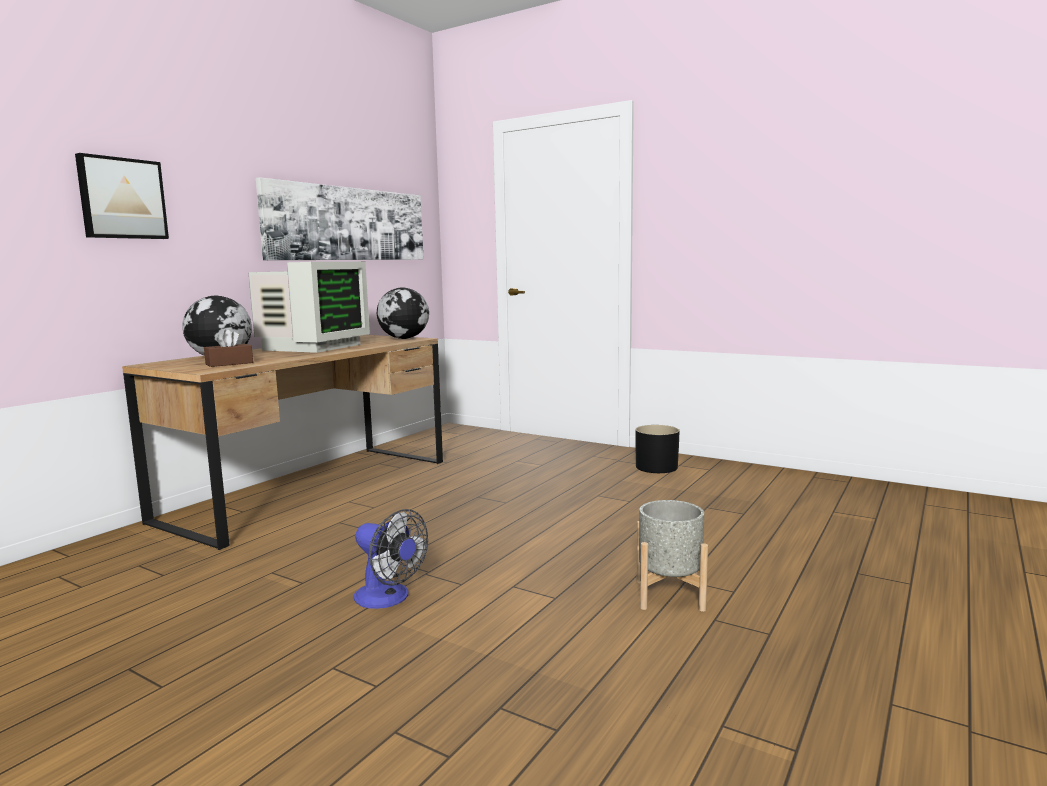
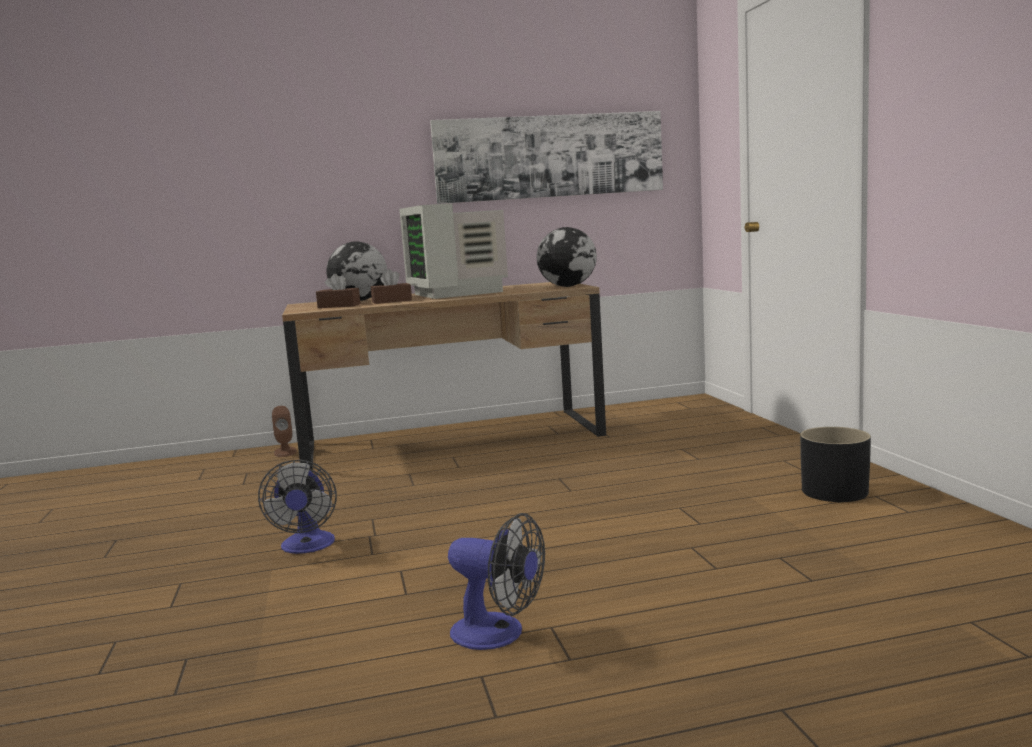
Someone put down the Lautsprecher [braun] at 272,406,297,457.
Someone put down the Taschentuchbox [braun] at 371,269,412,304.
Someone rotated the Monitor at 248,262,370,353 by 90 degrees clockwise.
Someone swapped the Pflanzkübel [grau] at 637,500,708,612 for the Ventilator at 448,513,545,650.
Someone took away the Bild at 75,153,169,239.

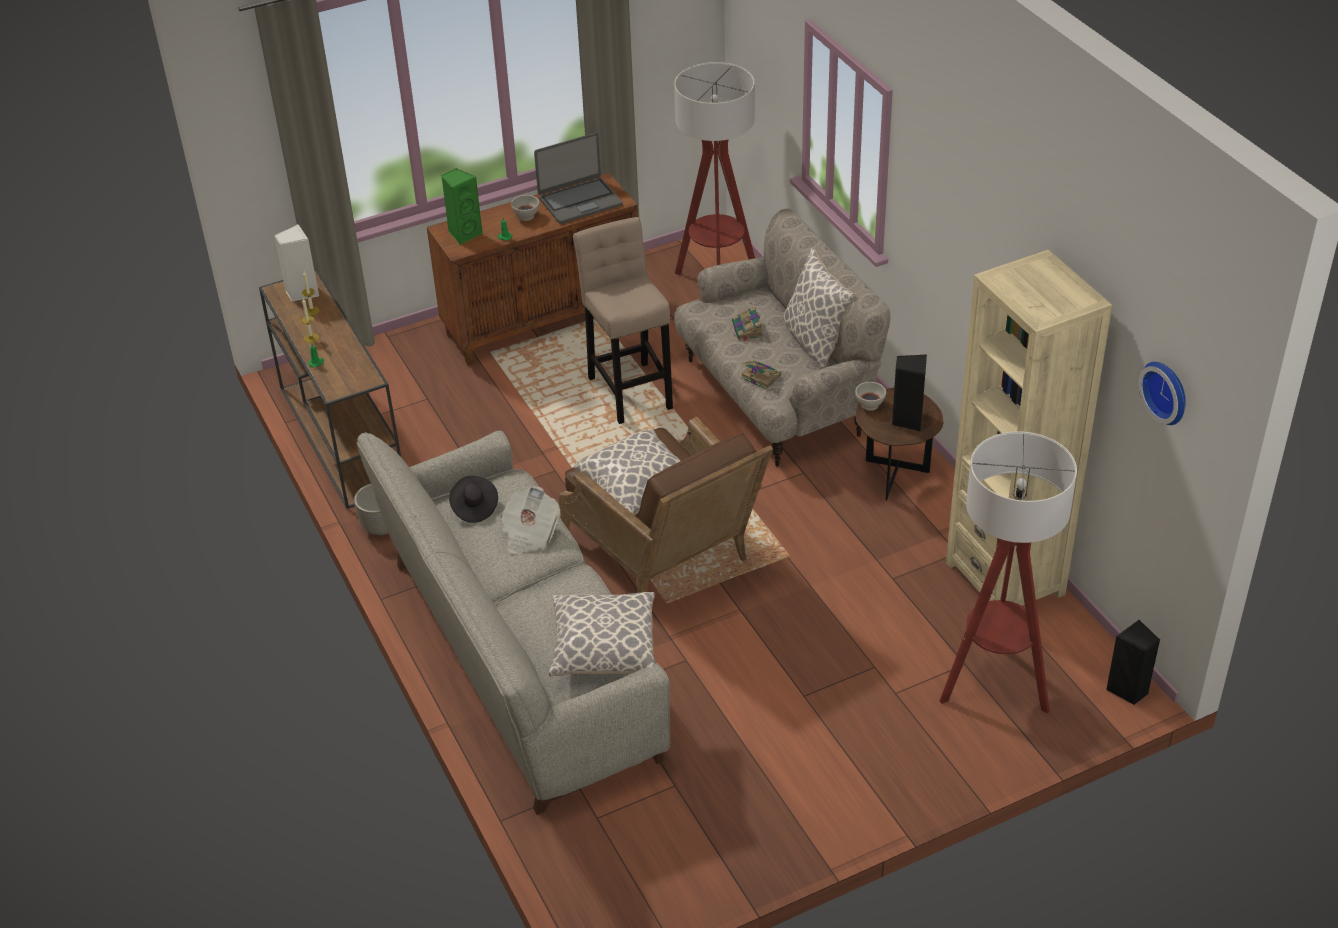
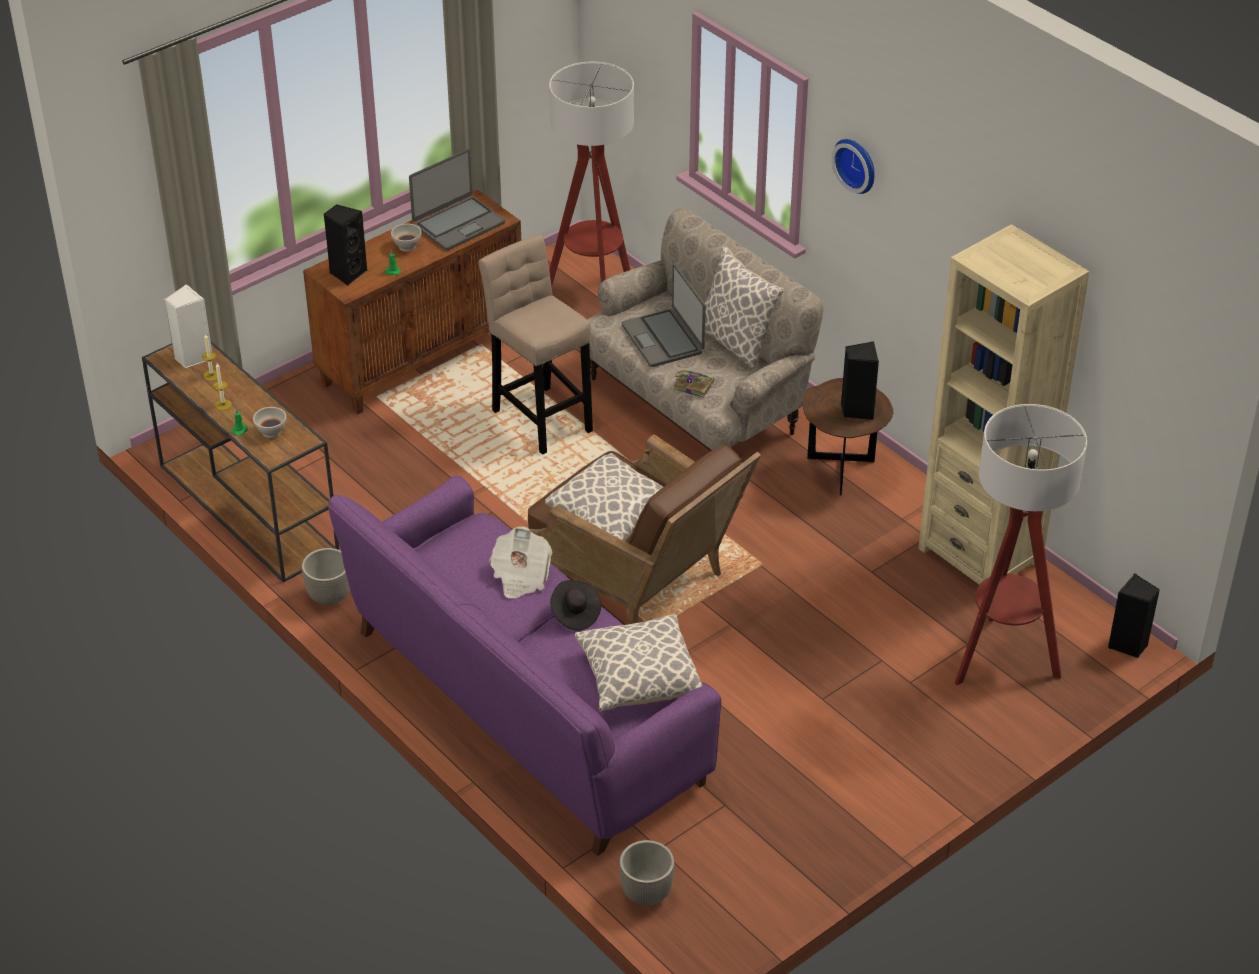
Someone carried the Schüssel [weiß] from 855,382,886,411 to 253,407,287,438.
Someone repainted the Lautsprecher [grün] at 441,168,482,245, which became the Lautsprecher [schwarz] at 324,204,367,285.
Someone repainted the Sofa [grau] at 356,431,670,815, which became the Sofa [lila] at 328,475,721,856.
Someone carried the Hut [schwarz] from 449,476,498,523 to 550,580,601,631.
Someone put down the Pflanzkübel at 619,840,675,905.
Someone swapped the Buch at 732,306,763,342 for the Laptop at 622,263,706,367.
Someone carried the Wanduhr from 1138,362,1186,425 to 831,139,874,194.

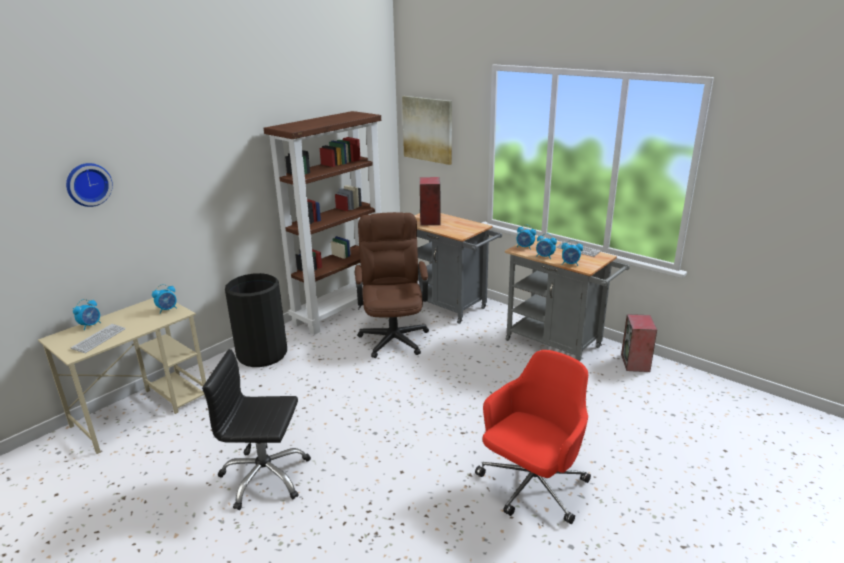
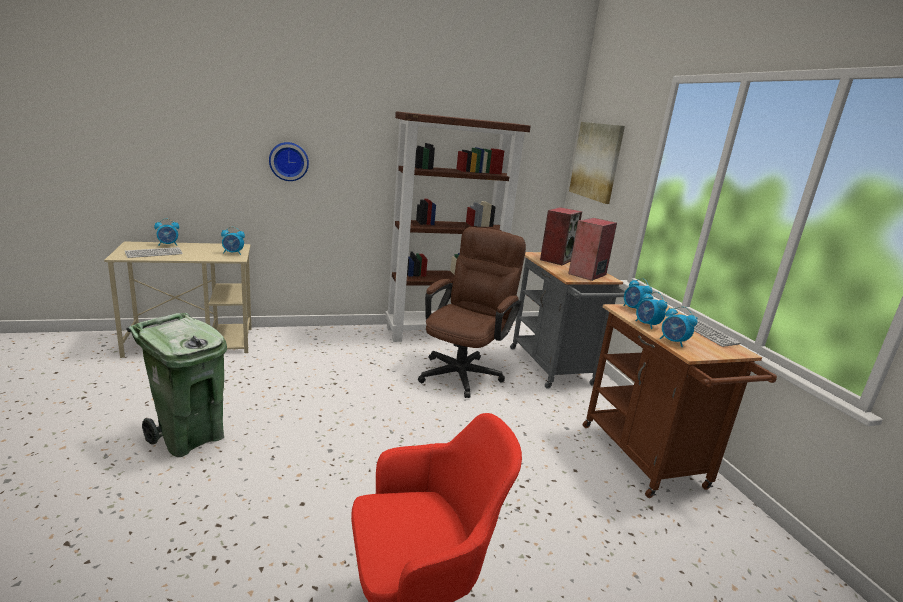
Someone swapped the Bürostuhl [schwarz] at 202,349,311,510 for the Mülleimer [grün] at 126,313,227,457.
Someone carried the Wanduhr from 66,163,113,207 to 269,142,309,181.
Someone carried the Lautsprecher from 621,314,657,372 to 568,218,617,281.
Someone repainted the Rollwagen [grau] at 505,236,630,361, which became the Rollwagen [braun] at 583,304,777,498.
Someone took away the Mülleimer [schwarz] at 225,273,287,367.

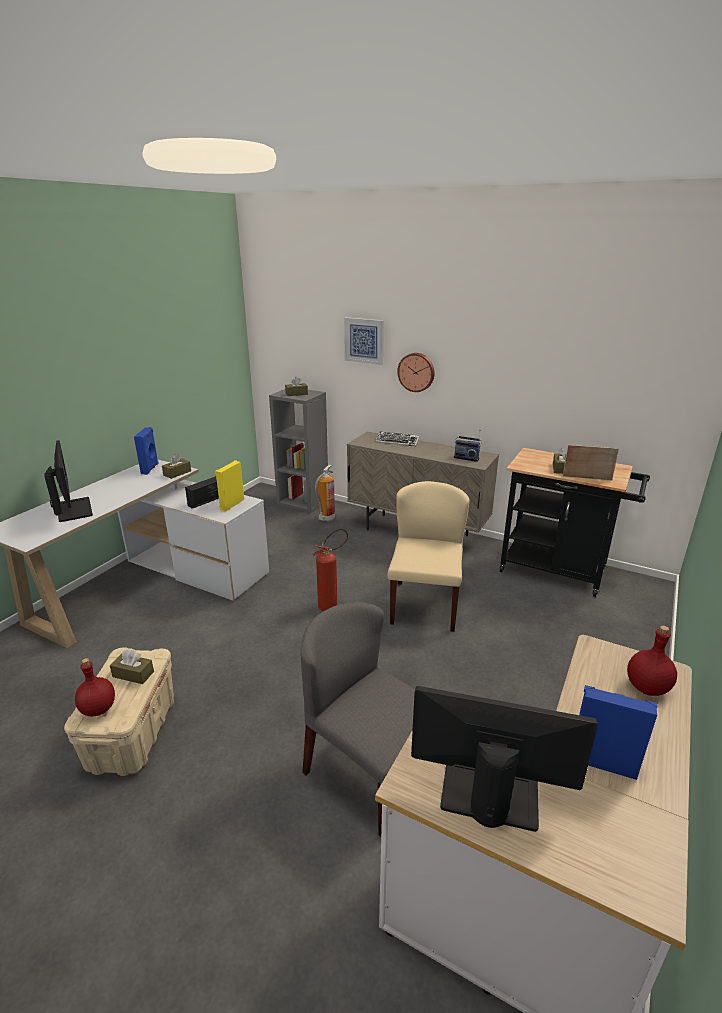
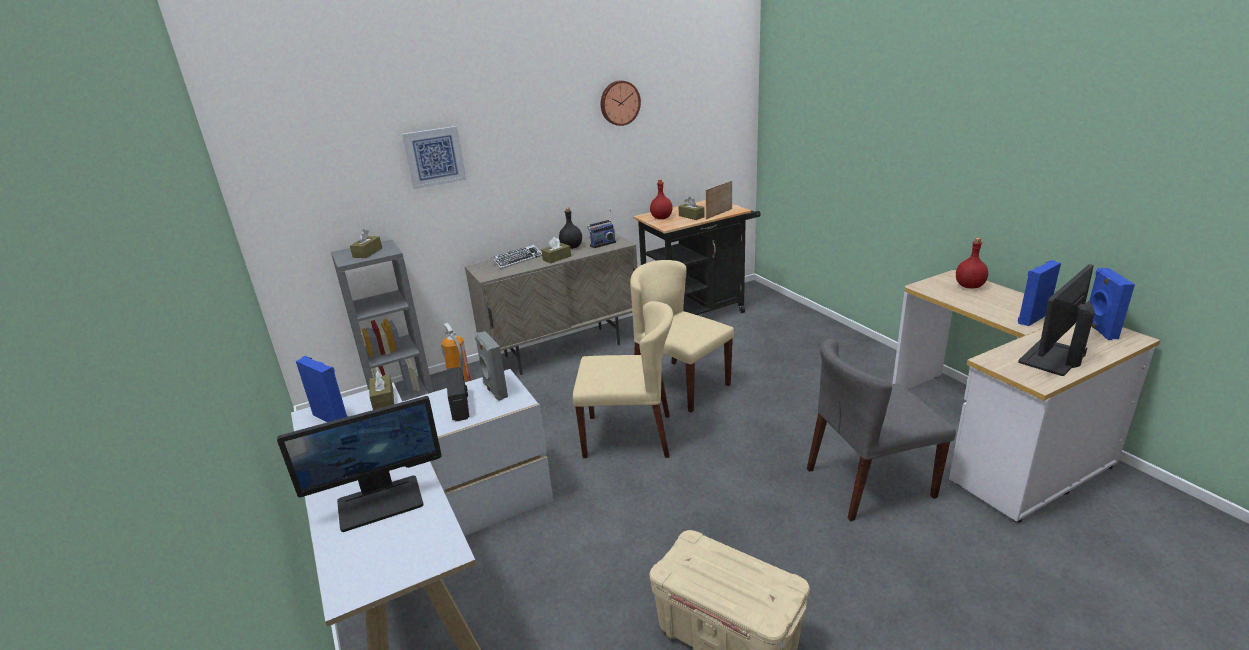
Someone rotated the Monitor at 44,440,93,522 by 150 degrees clockwise.
Someone repainted the Lautsprecher [gelb] at 215,460,244,511, which became the Lautsprecher [grau] at 475,331,508,401.
Someone carried the Taschentuchbox [braun] from 110,650,154,684 to 542,237,571,264.
Someone put down the Flasche [schwarz] at 559,208,582,249.
Someone swapped the Feuerlöscher at 313,528,348,611 for the Stuhl [beige] at 573,301,673,458.
Someone carried the Wanduhr from 397,353,435,392 to 601,80,641,126.
Someone carried the Flasche [rot] from 75,658,115,716 to 650,179,673,219.
Someone put down the Lautsprecher [blau] at 1089,268,1135,340.

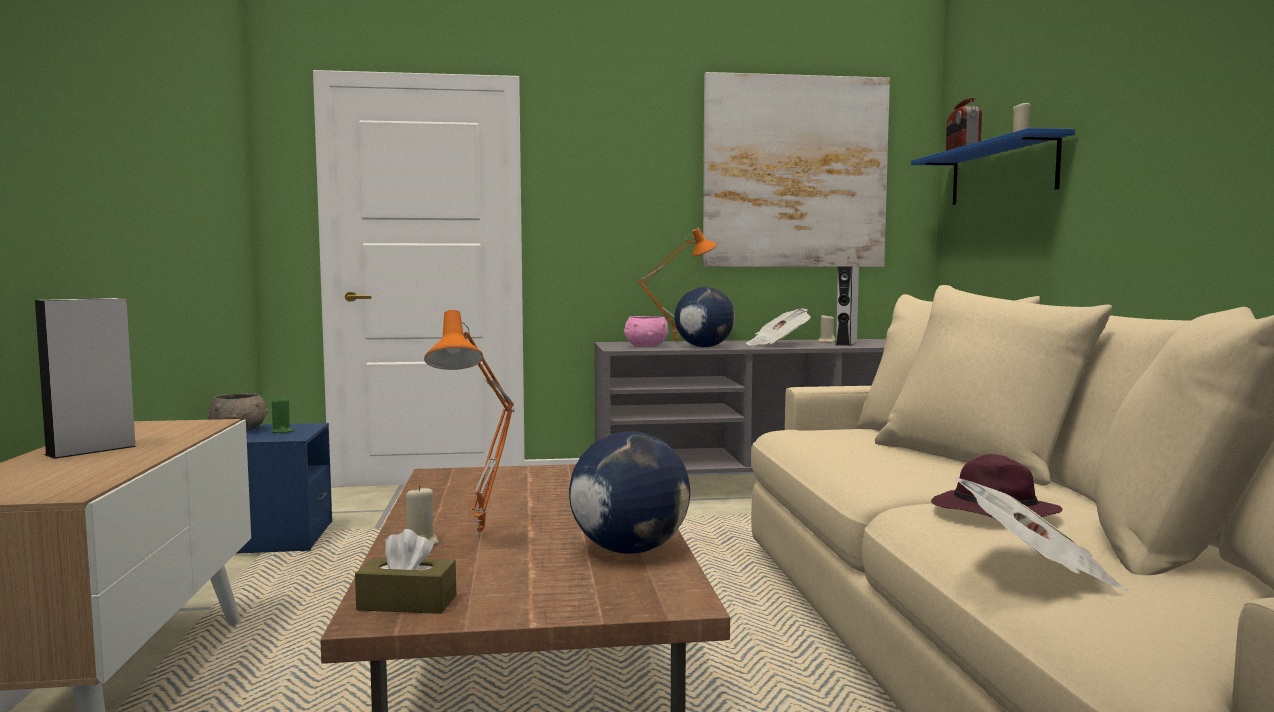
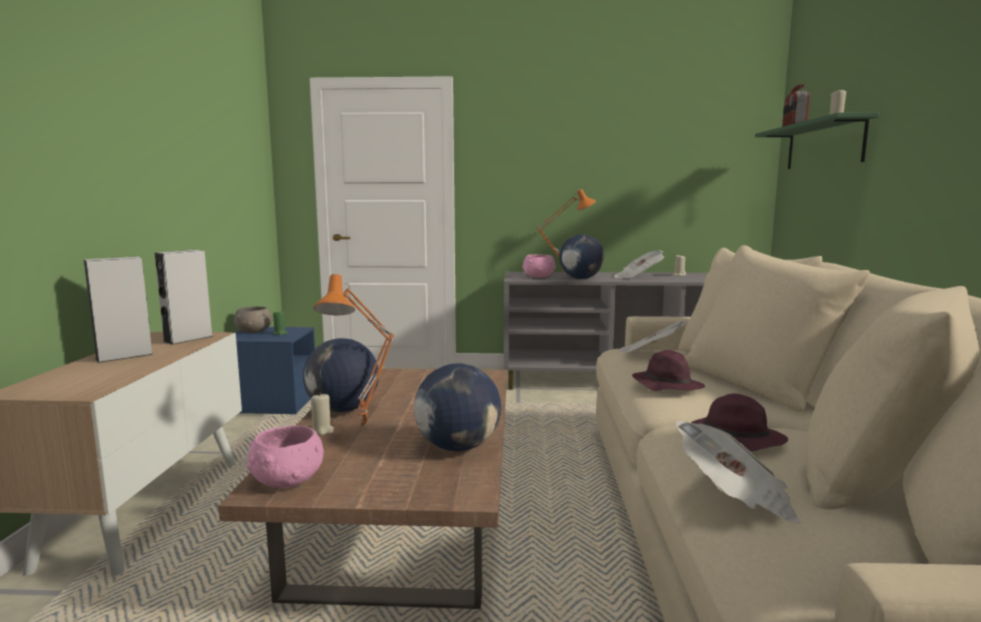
Someone carried the Lautsprecher [grau] from 835,266,859,346 to 155,250,213,345.
Someone swapped the Taschentuchbox [braun] at 355,529,456,614 for the Schüssel [rosa] at 247,426,324,488.
Someone put down the Globus at 303,338,379,412.
Someone put down the Zeitung at 620,321,686,354.
Someone put down the Hut [lila] at 632,350,705,391.
Someone repainted the Wandregal [blau] at 911,128,1075,205, which became the Wandregal [grün] at 755,112,879,169.
Someone took away the Bild at 703,72,890,267.

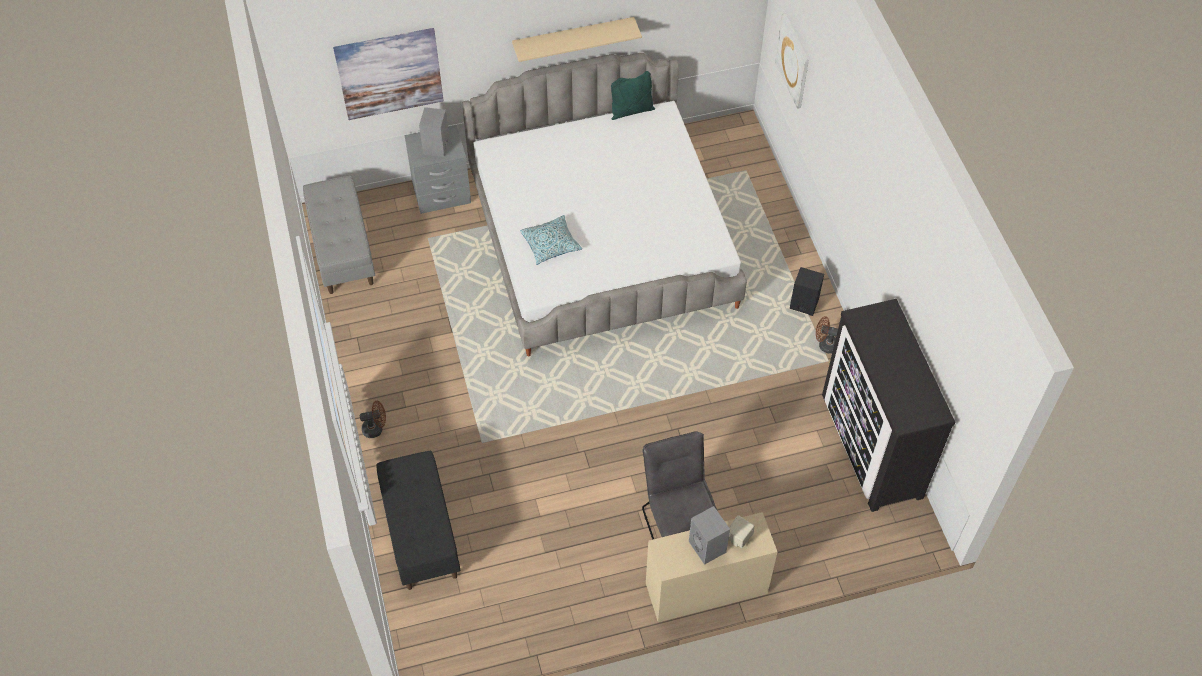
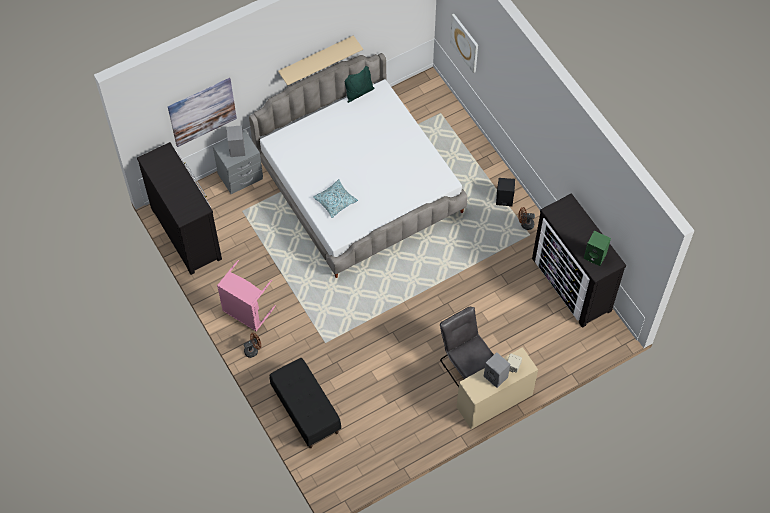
Someone swapped the Bank [grau] at 303,176,375,294 for the Kommode at 137,142,222,275.
Someone put down the Wäschekorb [rosa] at 217,260,276,331.
Someone put down the Lautsprecher [grün] at 584,231,611,266.

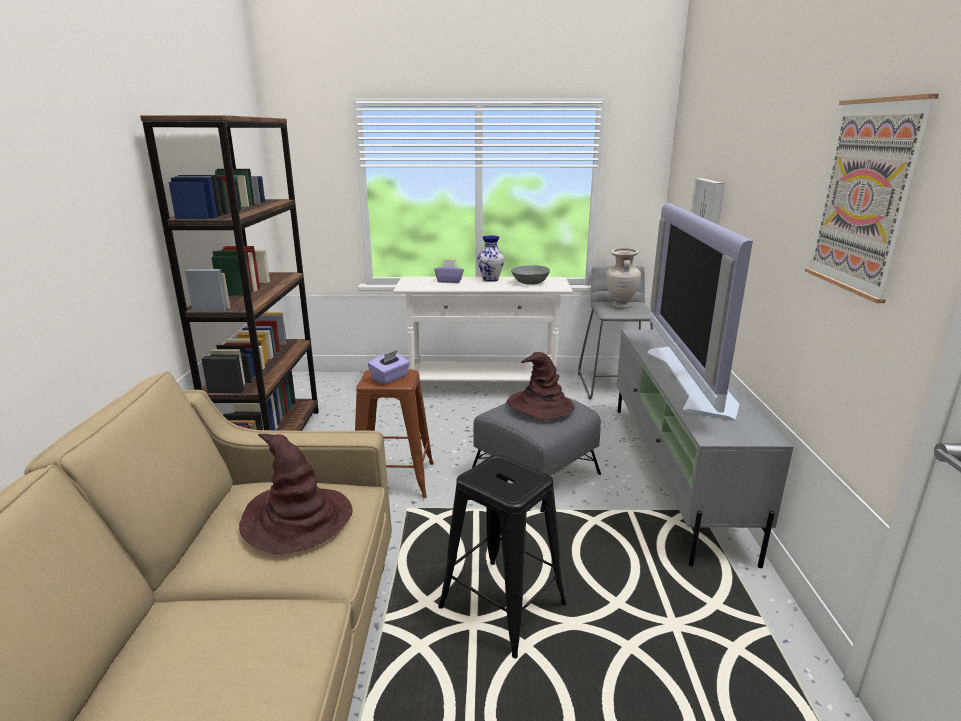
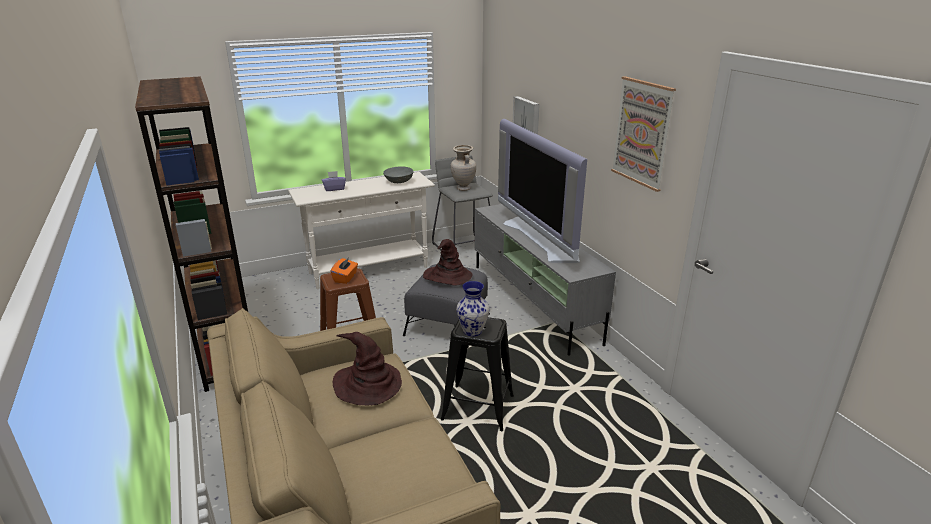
Someone repainted the Taschentuchbox [lila] at 368,350,410,384, which became the Taschentuchbox [orange] at 330,257,358,284.
Someone carried the Vase from 477,235,504,282 to 456,281,490,336.

